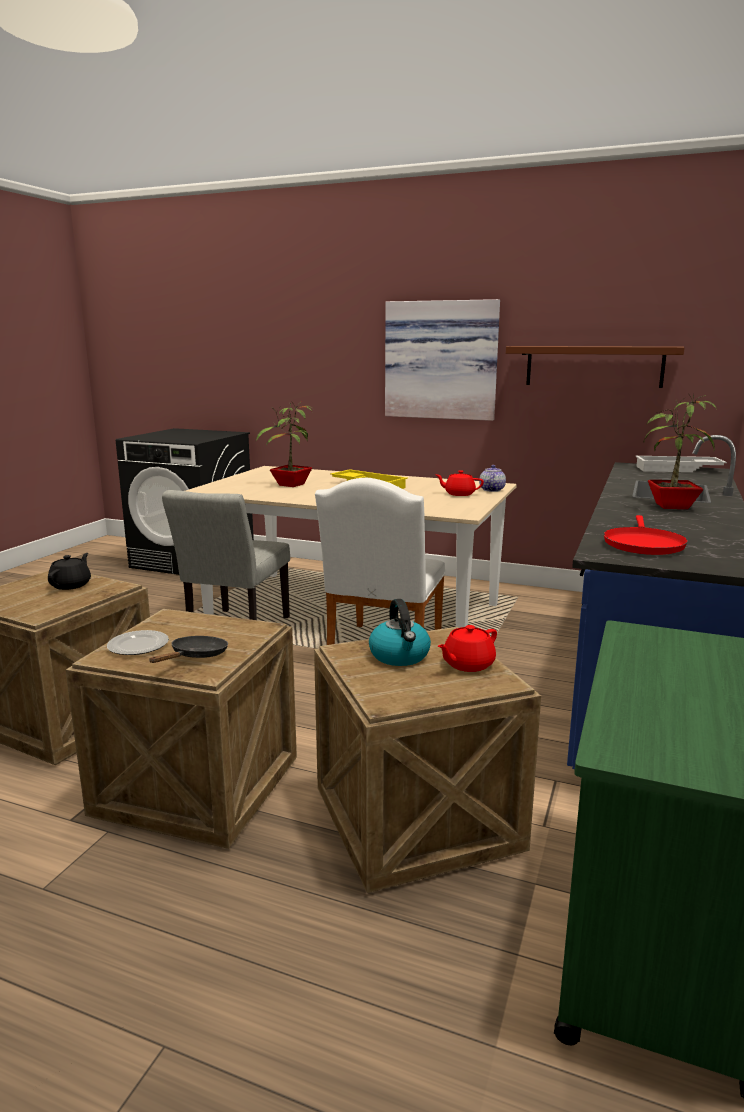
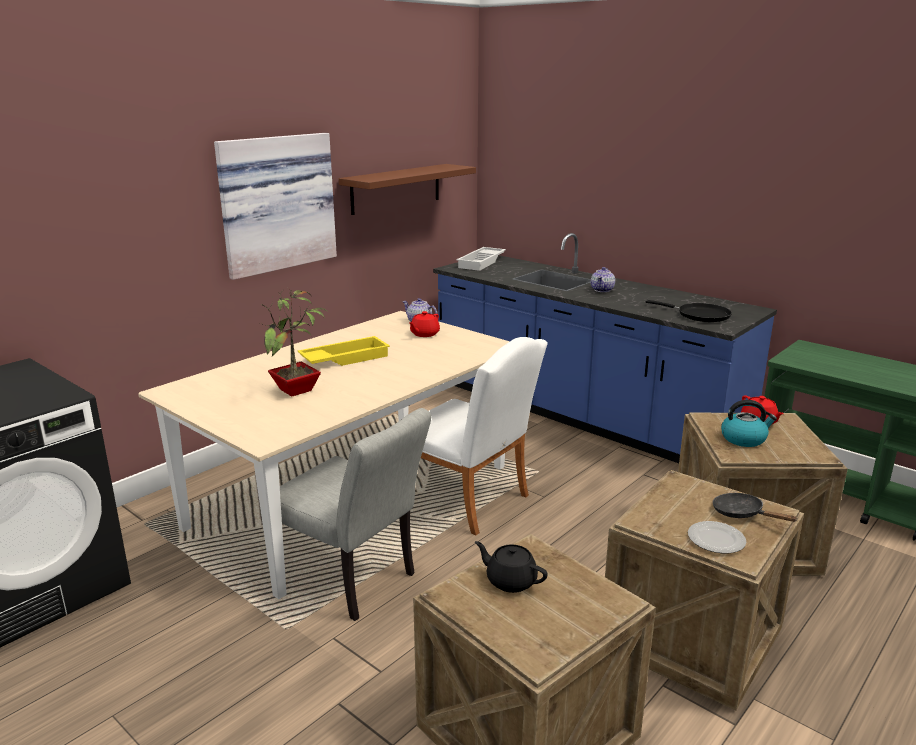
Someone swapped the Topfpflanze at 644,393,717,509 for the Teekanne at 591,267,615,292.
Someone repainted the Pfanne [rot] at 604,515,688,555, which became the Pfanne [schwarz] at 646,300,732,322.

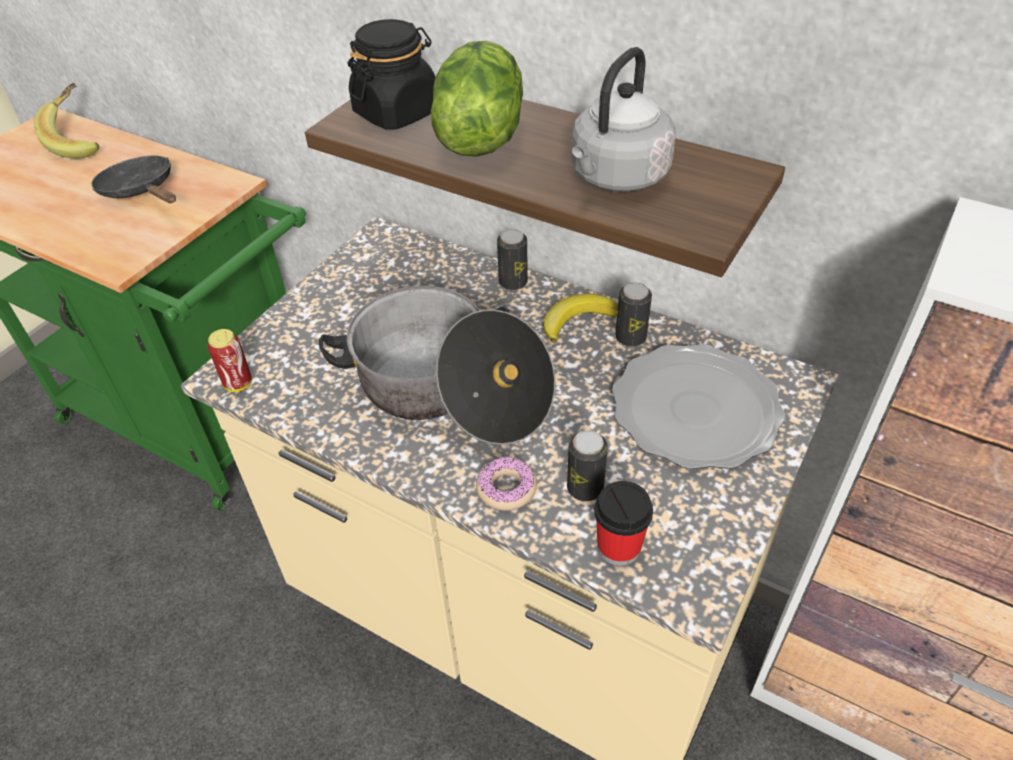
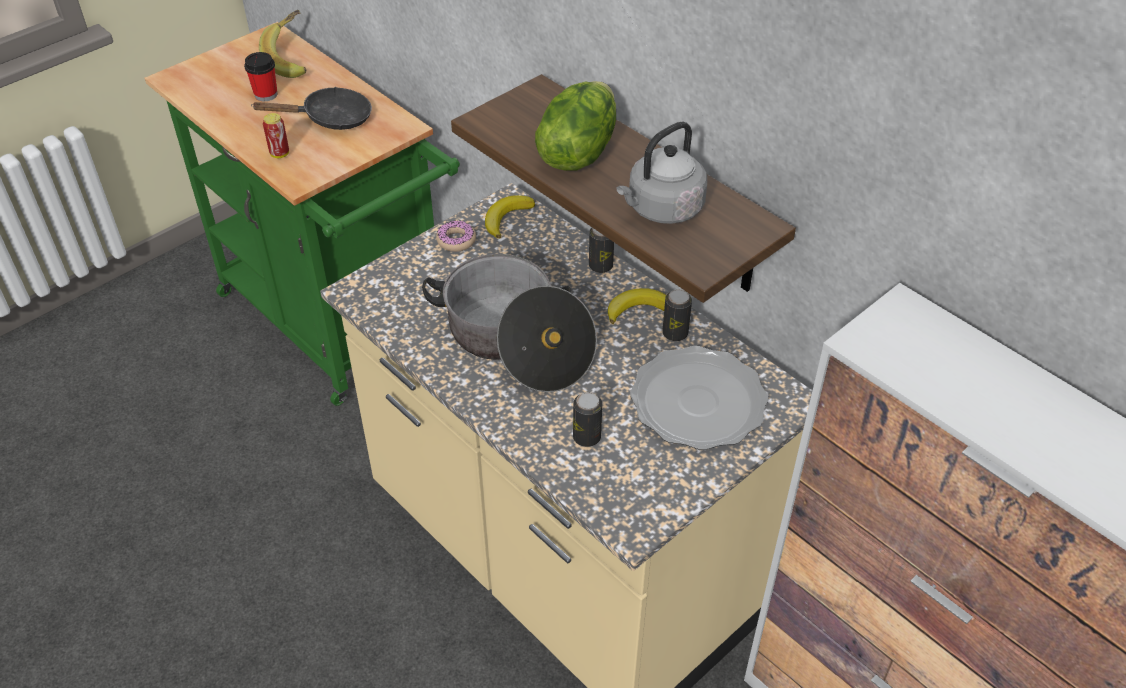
Someone carried the Tasse from 594,481,653,566 to 244,52,277,101.
Someone rotated the Pfanne [schwarz] at 91,156,176,203 by 105 degrees clockwise.
Someone carried the Dose from 208,329,252,392 to 263,113,289,158.
Someone carried the Donut from 476,457,537,511 to 436,220,476,252.
Someone put down the Banane at 485,195,535,239.
Someone took away the Vorratsglas [schwarz] at 348,19,435,130.

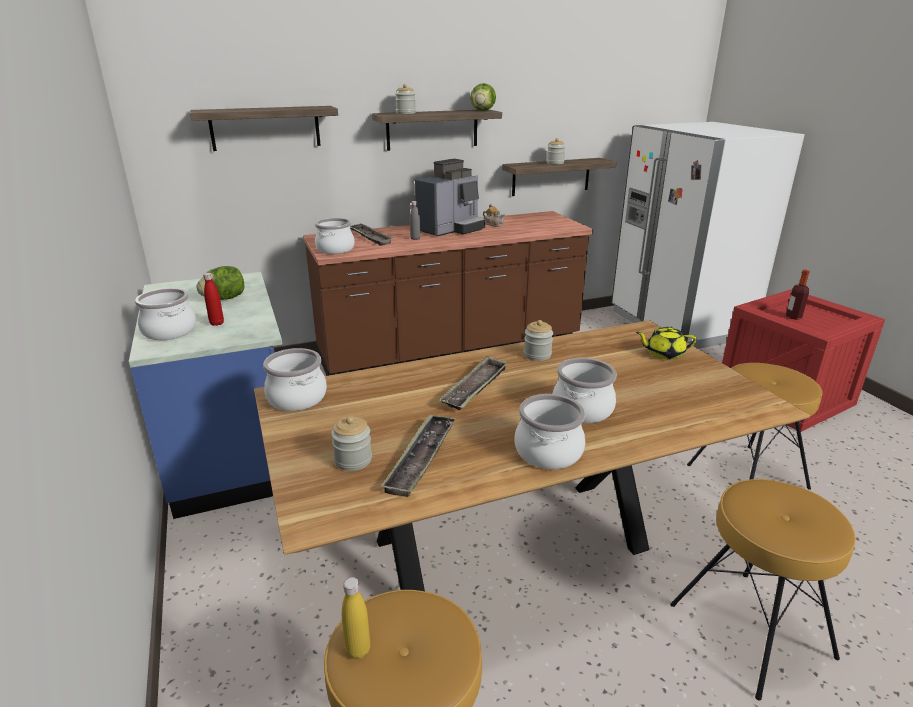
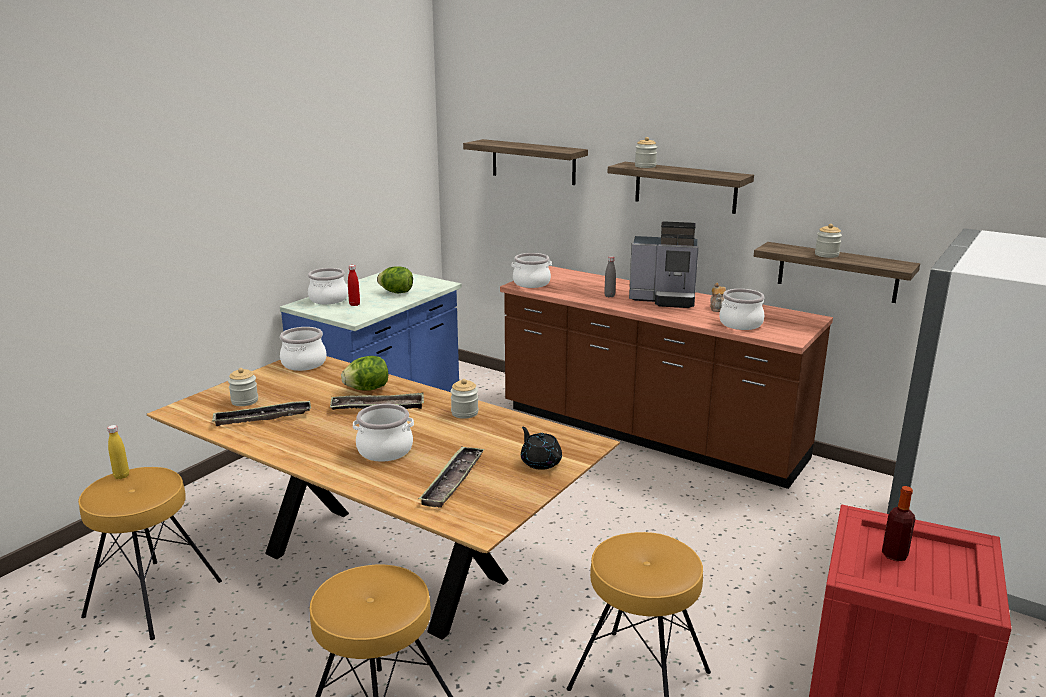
Someone carried the Salatkopf from 470,83,496,111 to 341,356,388,390.
Someone carried the Tablett from 350,223,394,246 to 418,446,484,508.
Someone repainted the Teekanne [gelb] at 636,326,697,359, which became the Teekanne [schwarz] at 521,427,562,470.
Someone carried the Kochtopf from 515,394,585,469 to 719,289,765,330.

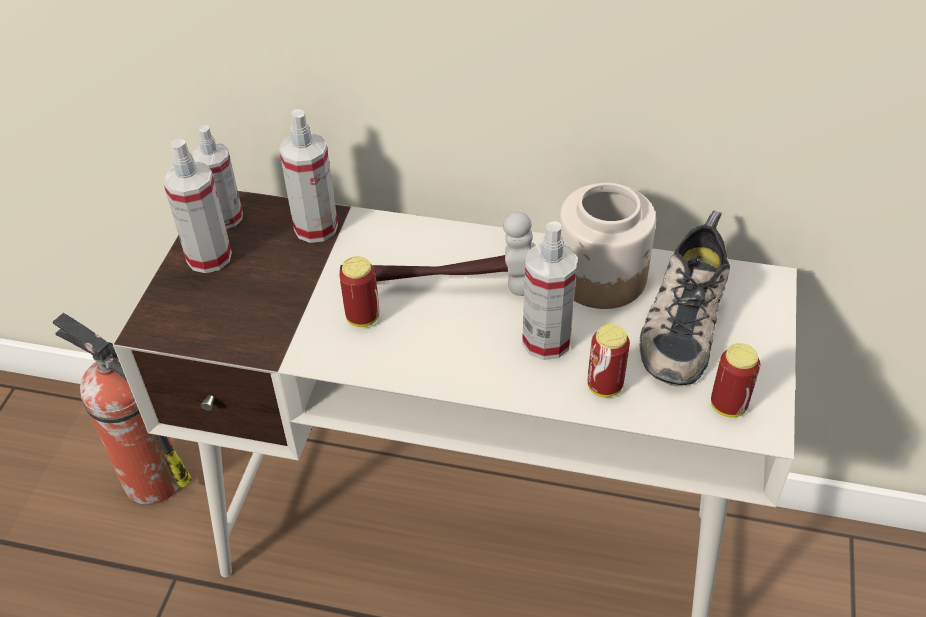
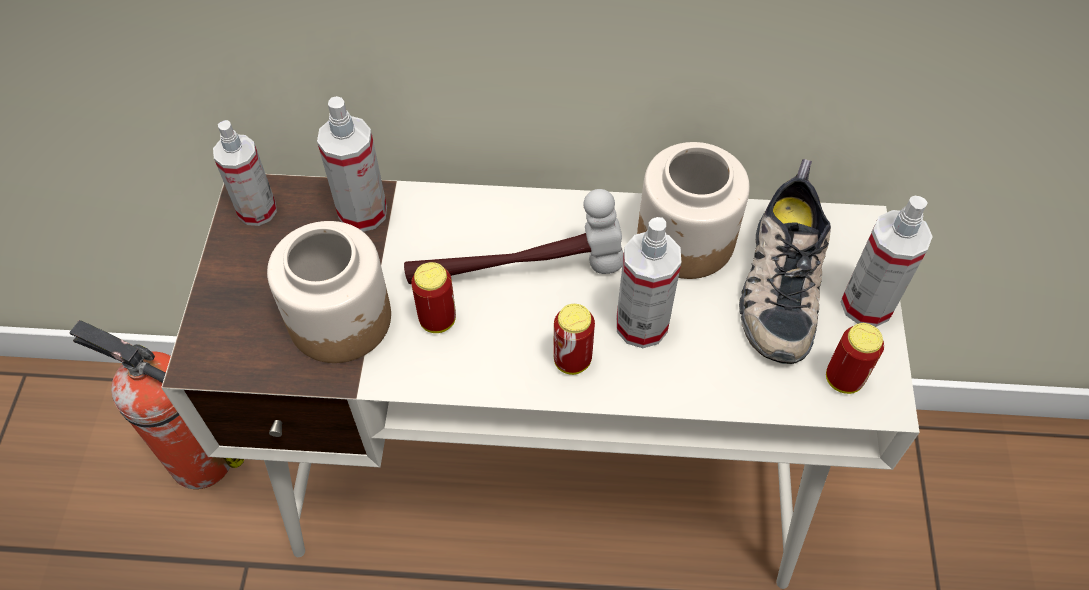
Someone put down the Vorratsglas at 267,221,391,363.
Someone carried the Dose from 587,324,630,398 to 553,304,595,375.
Someone carried the Sprühflasche from 163,139,232,273 to 840,196,933,327.

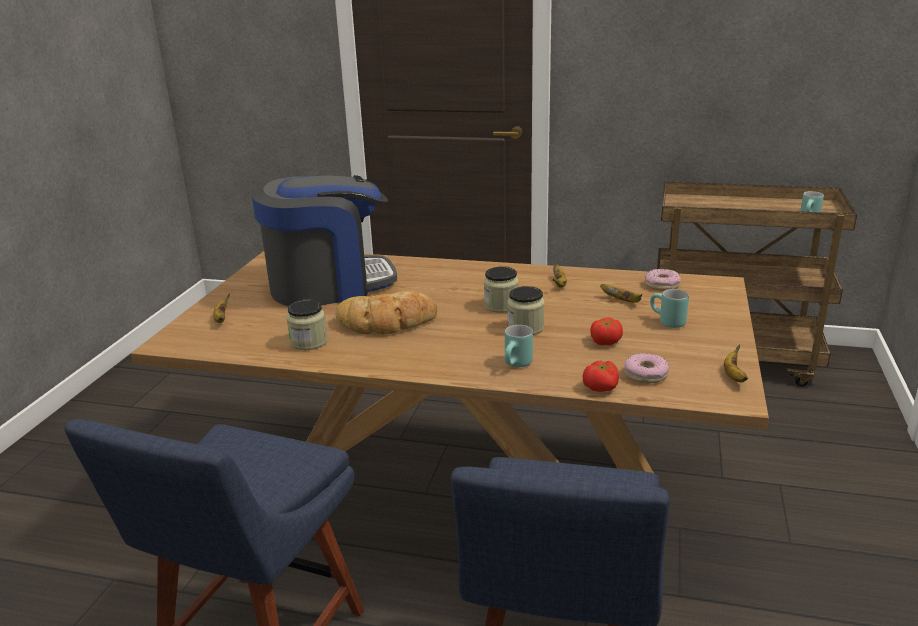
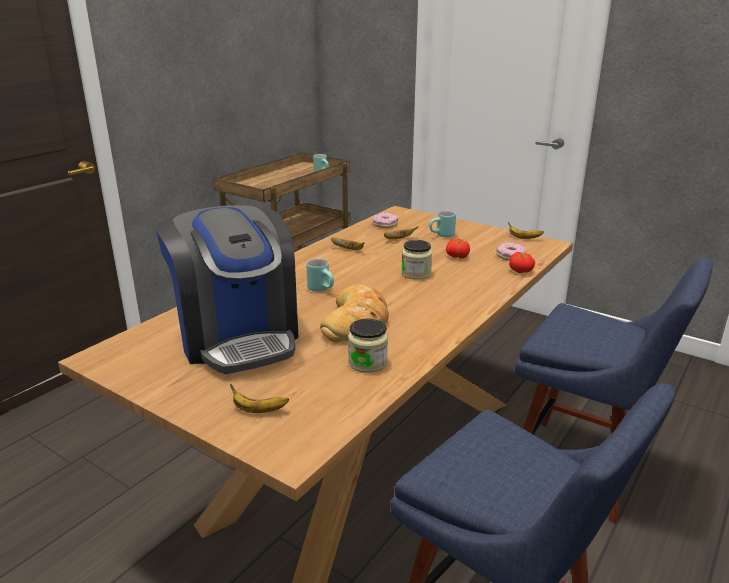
Someone rotated the Kaffeemaschine at 252,175,397,307 by 150 degrees clockwise.
Someone carried the Henkelbecher [türkis] from 505,325,533,367 to 306,259,334,292.
Someone took away the Vorratsglas at 484,266,519,313.

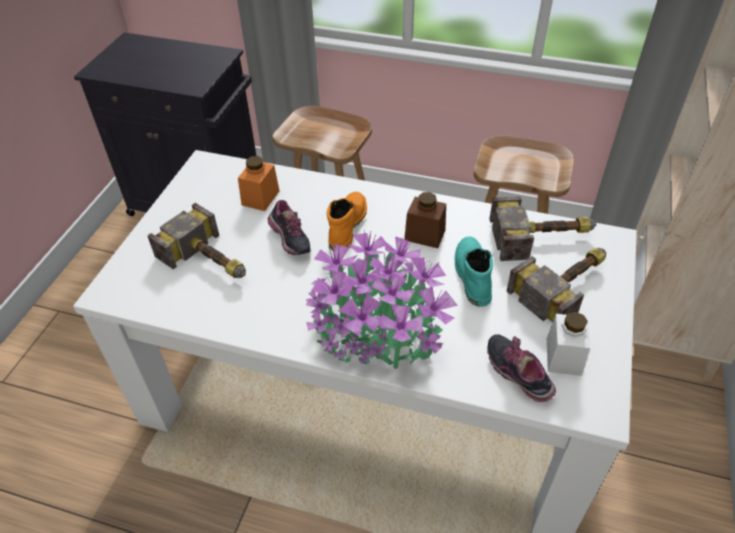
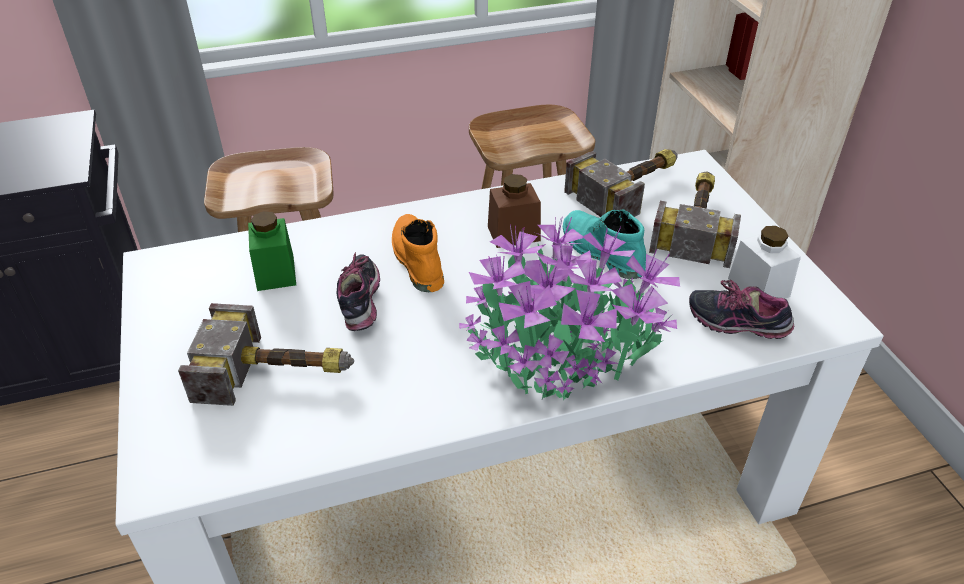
Someone repainted the Vorratsglas [orange] at 238,156,279,211, which became the Vorratsglas [grün] at 248,211,296,291.
Someone rotated the Schuh at 268,200,311,255 by 120 degrees counterclockwise.

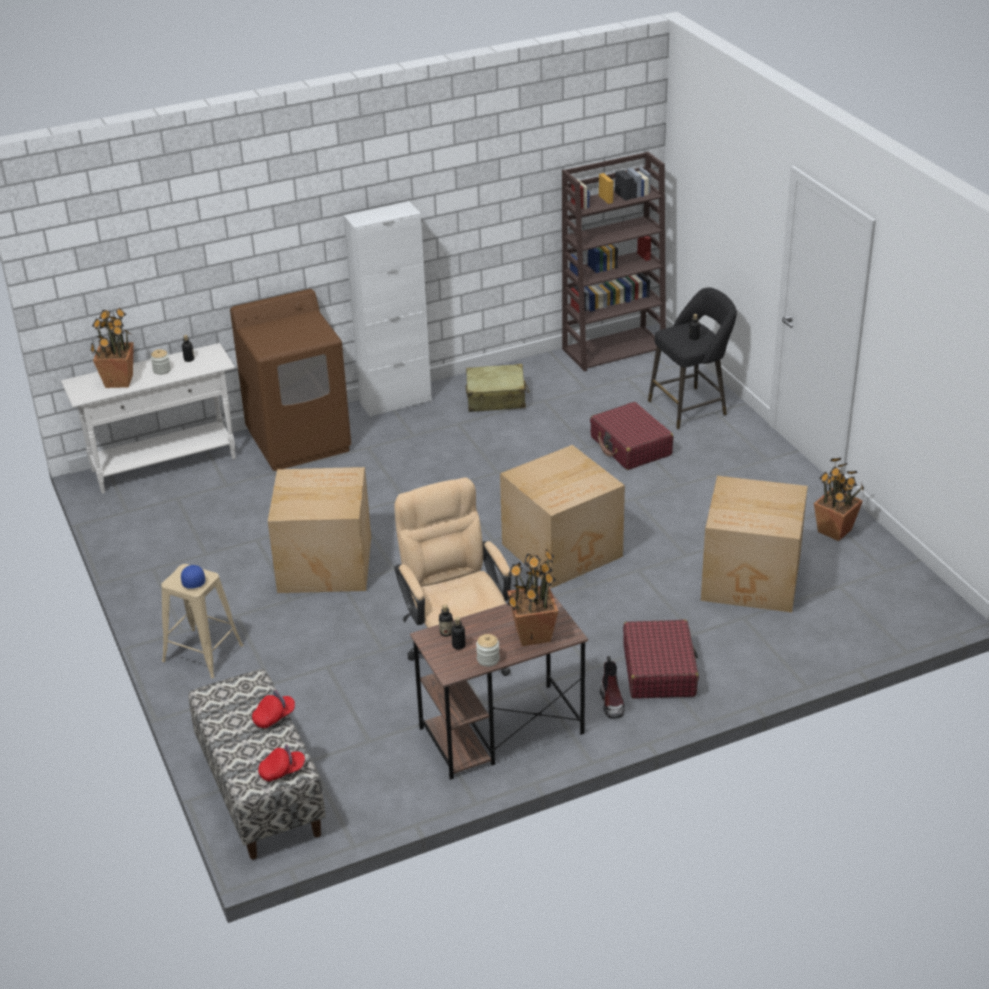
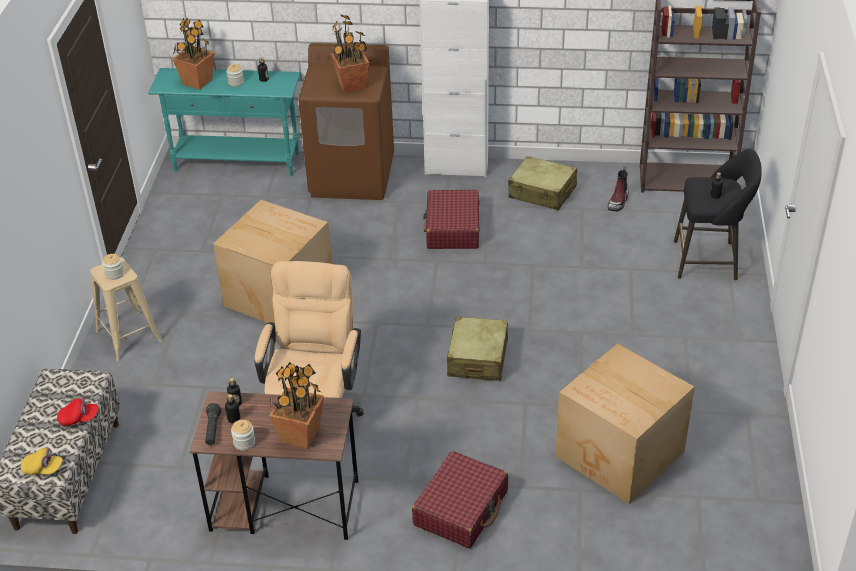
Someone repainted the Kappe [rot] at 258,744,305,781, which became the Kappe [gelb] at 21,448,62,475.
Someone swapped the Kappe [blau] at 181,565,205,589 for the Vorratsglas at 102,254,124,280.
Someone repainted the Konsolentisch [weiß] at 61,343,236,494, which became the Konsolentisch [türkis] at 148,68,300,176.
Someone put down the Taschenlampe [schwarz] at 205,403,221,445.
Someone carried the Topfpflanze from 814,458,864,541 to 331,14,369,93.
Someone carried the Koffer [rot] from 590,402,674,470 to 423,189,480,249.
Someone swapped the Karton at 500,445,625,588 for the Koffer [beige] at 447,317,508,381.
Someone carried the Stiefel from 600,656,625,719 to 607,166,628,211.

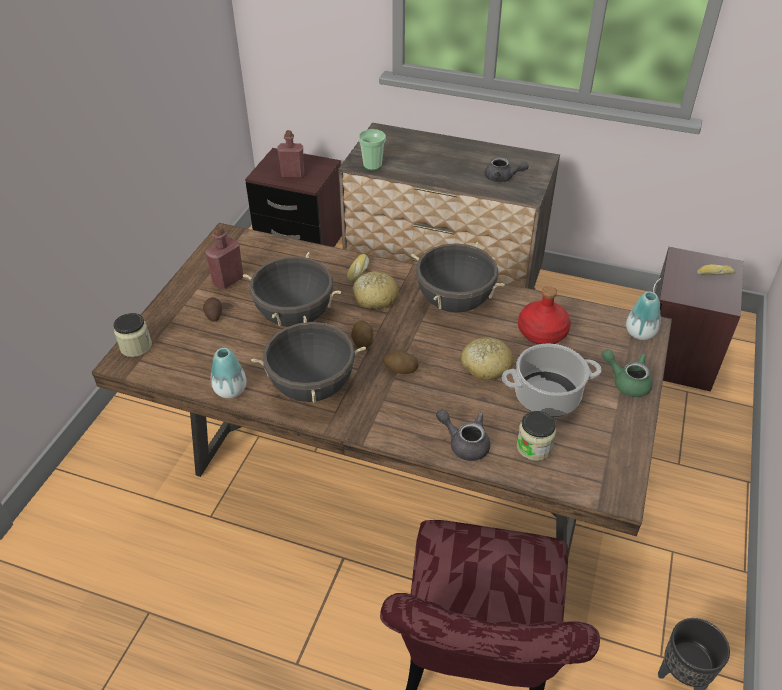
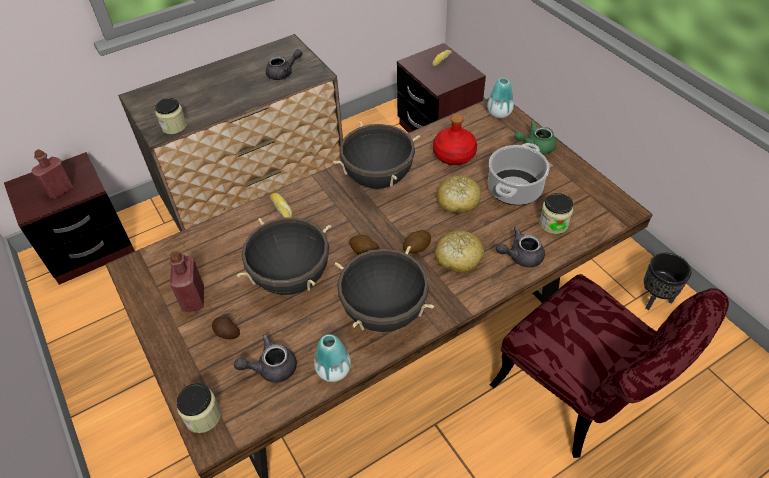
Someone swapped the Tasse at 358,129,386,170 for the Vorratsglas at 155,98,187,134.
Someone put down the Teekanne [grau] at 234,335,297,383.
Someone carried the Brot from 352,271,399,309 to 435,231,484,273.

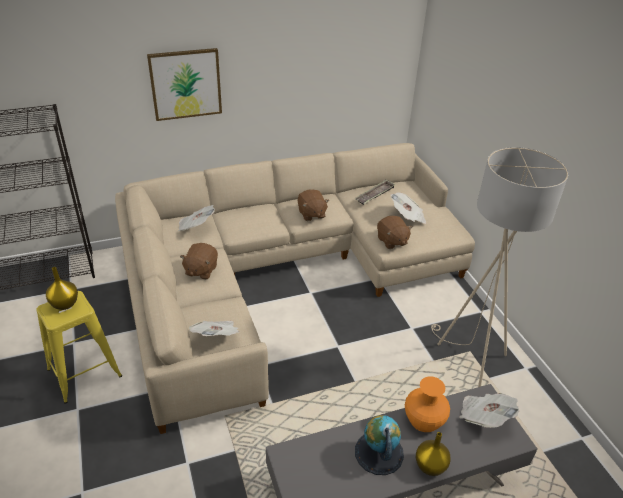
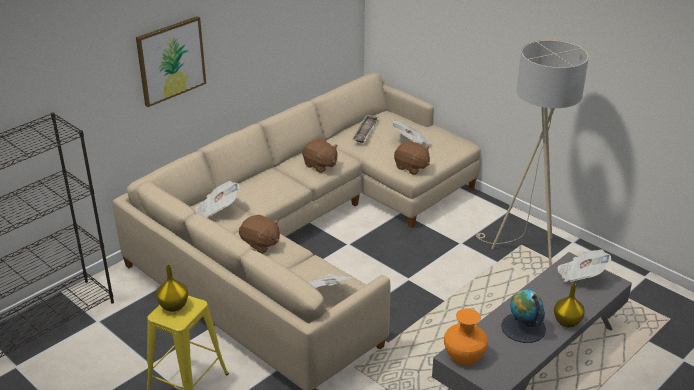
Someone rotated the Plüschtier [braun] at 180,243,218,280 by 45 degrees counterclockwise.
Someone carried the Vase [orange] from 405,377,450,432 to 444,308,488,366.

